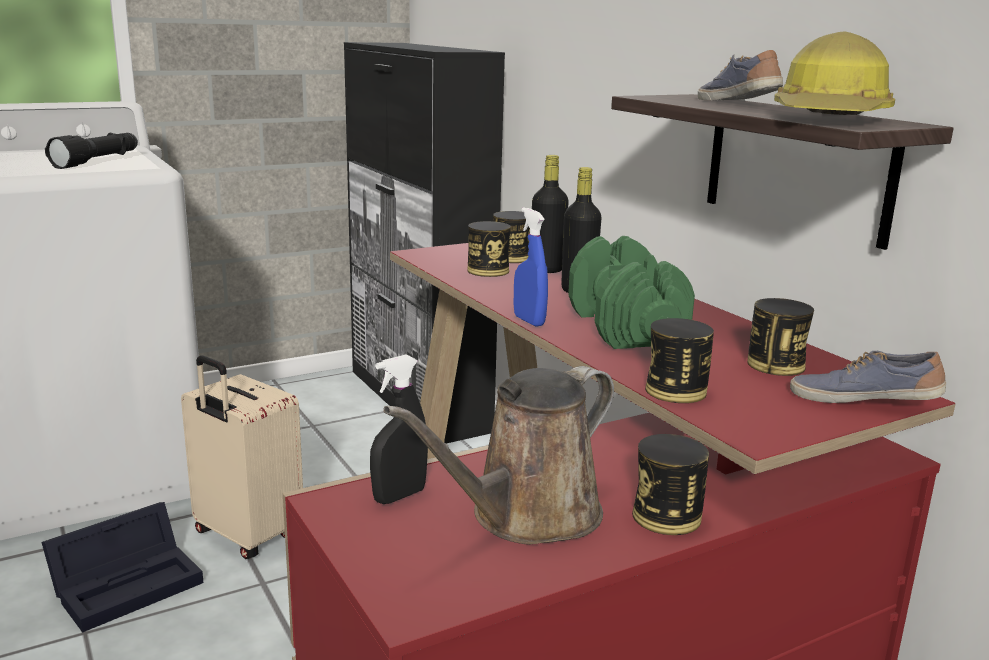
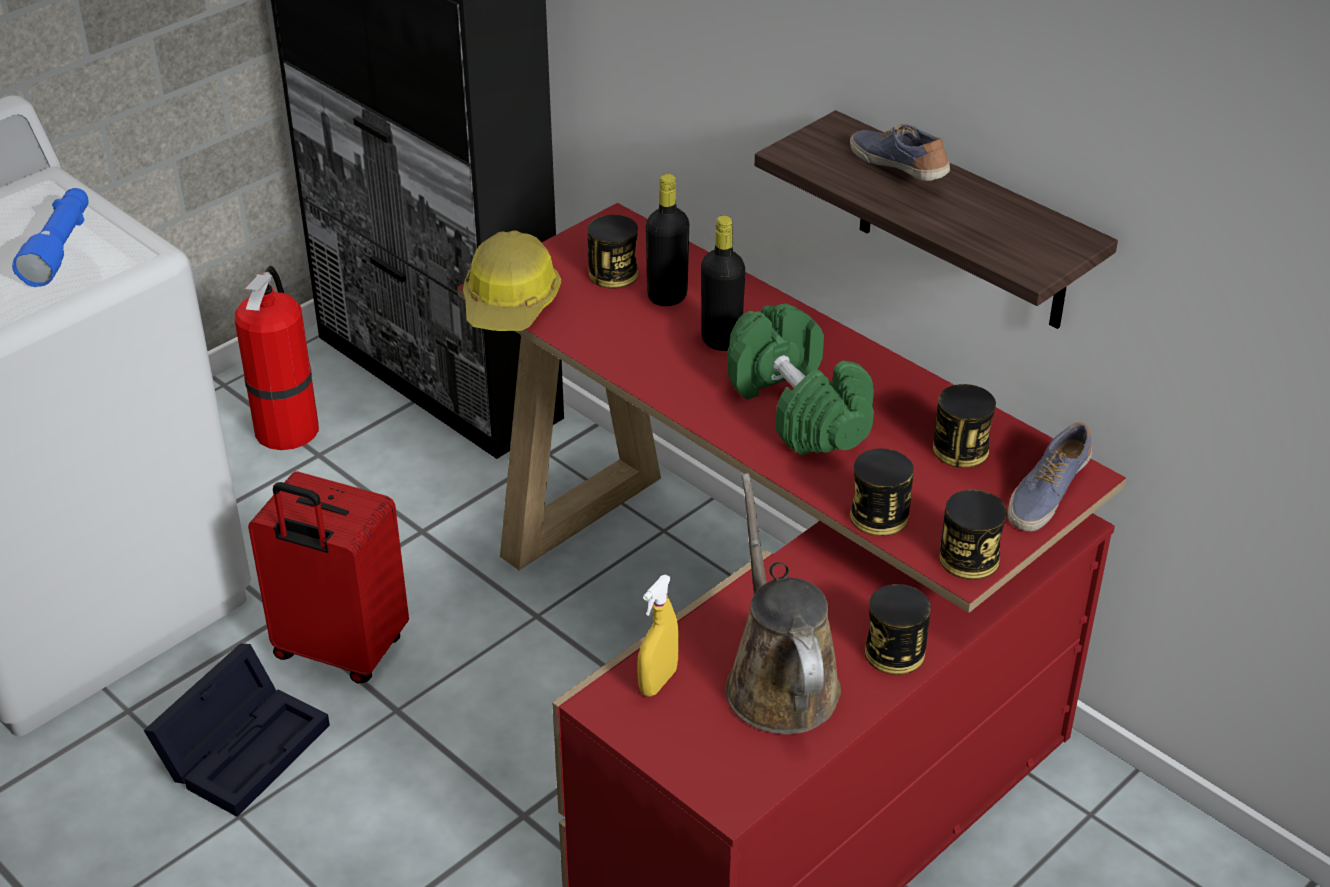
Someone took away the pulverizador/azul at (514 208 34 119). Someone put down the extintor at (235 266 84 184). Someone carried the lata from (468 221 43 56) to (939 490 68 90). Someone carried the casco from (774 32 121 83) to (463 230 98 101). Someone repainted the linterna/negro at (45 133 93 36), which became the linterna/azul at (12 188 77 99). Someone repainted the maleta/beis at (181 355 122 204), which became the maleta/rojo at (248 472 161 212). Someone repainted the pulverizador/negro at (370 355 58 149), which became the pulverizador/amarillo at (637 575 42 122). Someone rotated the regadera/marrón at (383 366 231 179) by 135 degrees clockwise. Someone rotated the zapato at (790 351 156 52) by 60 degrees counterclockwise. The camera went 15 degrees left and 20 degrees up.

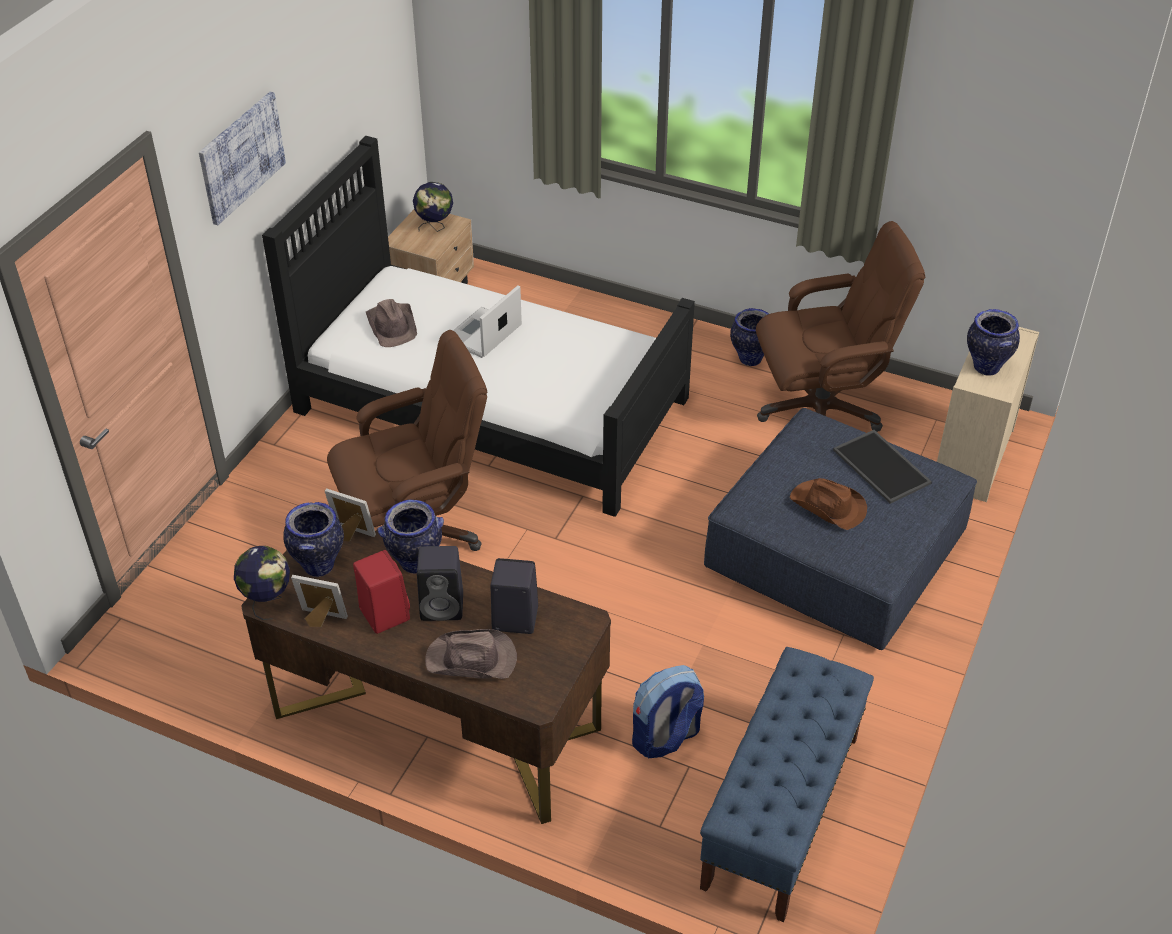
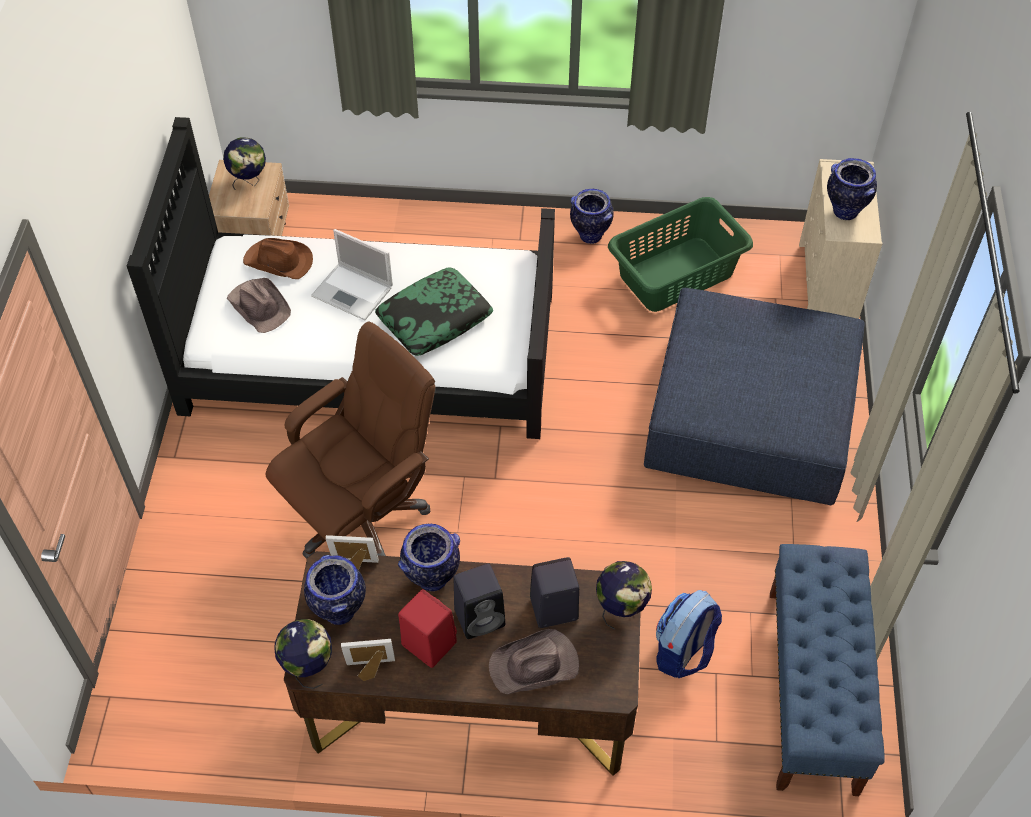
Someone took away the cuadro at (199 92 87 133). Someone took away the bandeja at (833 430 99 74). Someone put down the cojín at (375 267 118 89). Someone put down the globo terráqueo at (596 561 56 68). Someone carried the sombrero/marrón from (790 478 77 52) to (243 238 70 41). Someone swapped the silla de oficina/marrón at (756 221 169 211) for the cesto de la ropa/verde at (608 197 145 115). Someone rotated the portátil at (453 285 69 73) by 75 degrees counterclockwise. The camera went 20 degrees left and 10 degrees up.

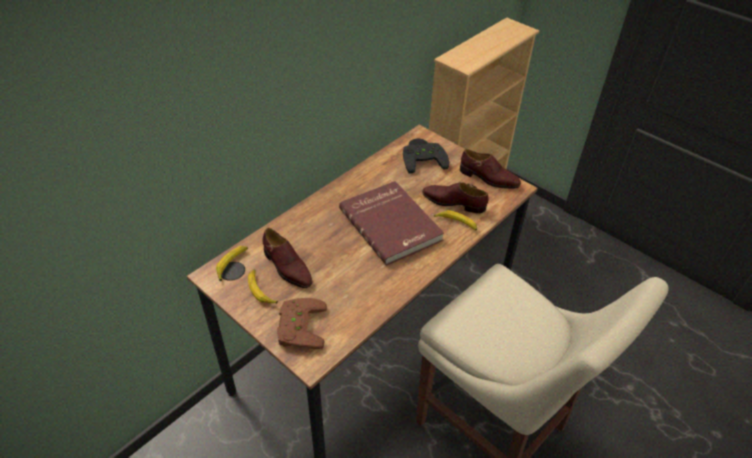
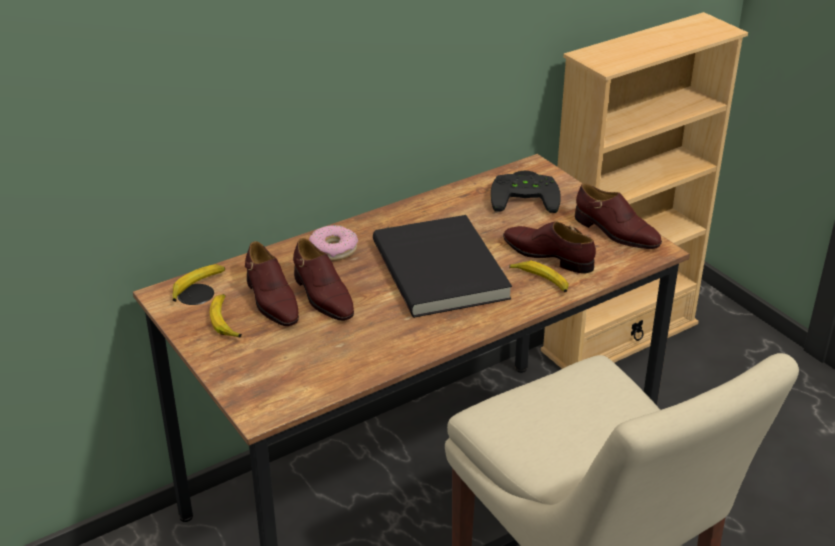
Someone took away the mando de consola/marrón at (277 298 50 51). Someone put down the zapato/marrón at (293 238 61 83). Someone put down the rosquilla at (309 225 49 36). Someone repainted the libro/rojo at (339 181 105 85), which became the libro/negro at (373 215 139 103). The camera went 15 degrees right and 10 degrees down.

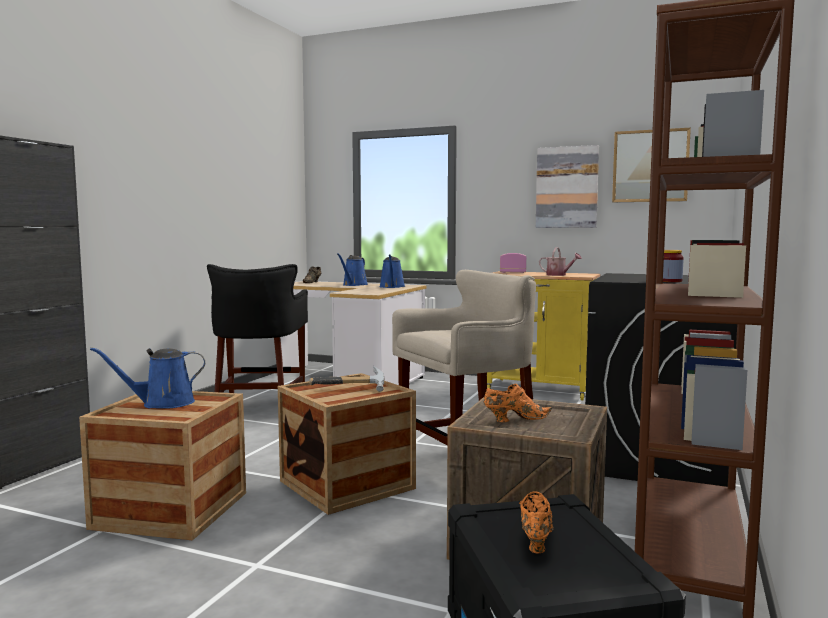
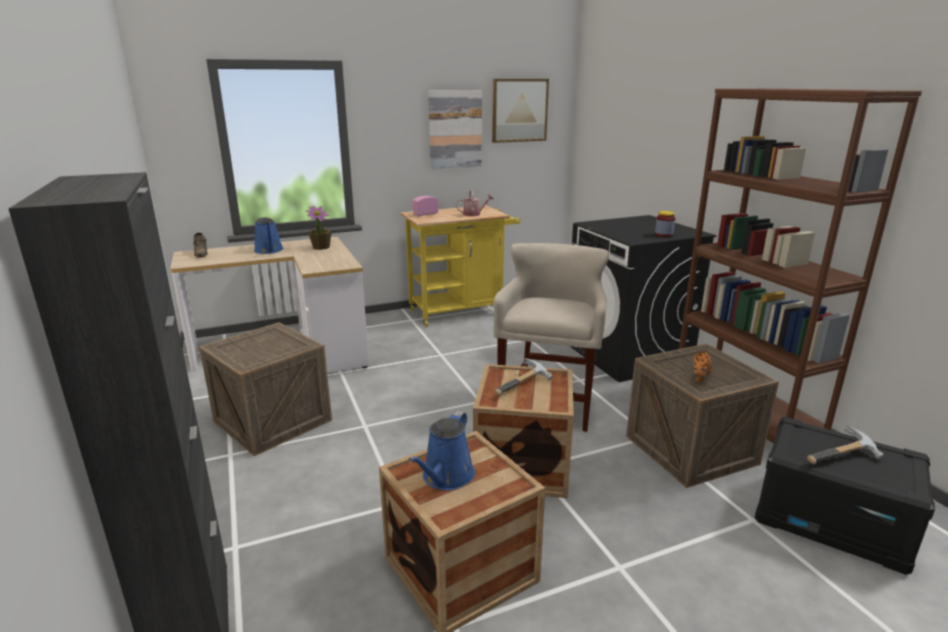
Someone swapped the taburete/negro at (207 264 101 129) for the caja de embalaje at (199 322 133 134). Someone swapped the regadera/azul at (379 254 26 34) for the planta en maceta at (306 206 25 44). Someone swapped the zapato/naranja at (519 491 35 62) for the martillo at (807 426 77 38). The camera went 45 degrees left and 15 degrees up.

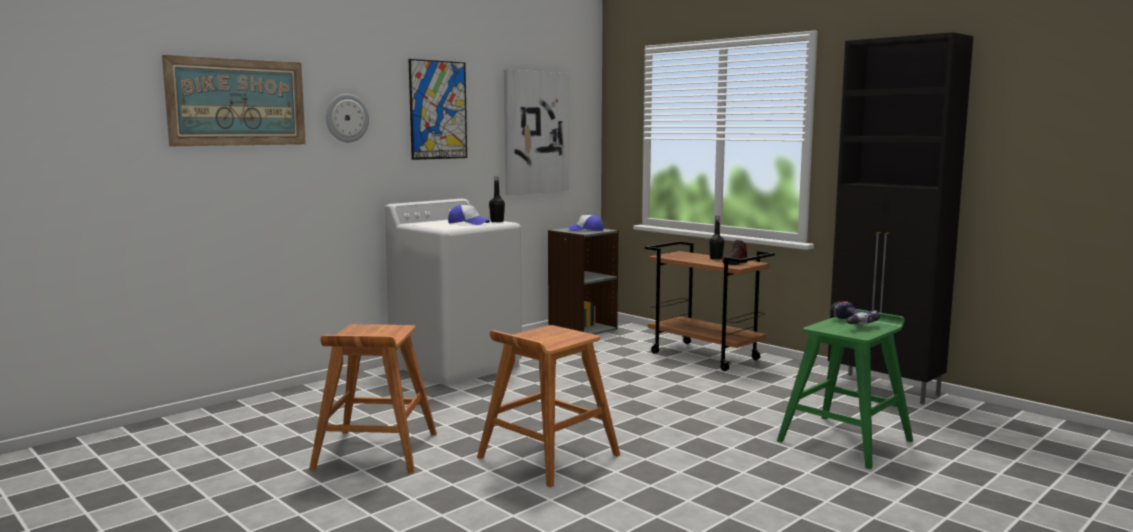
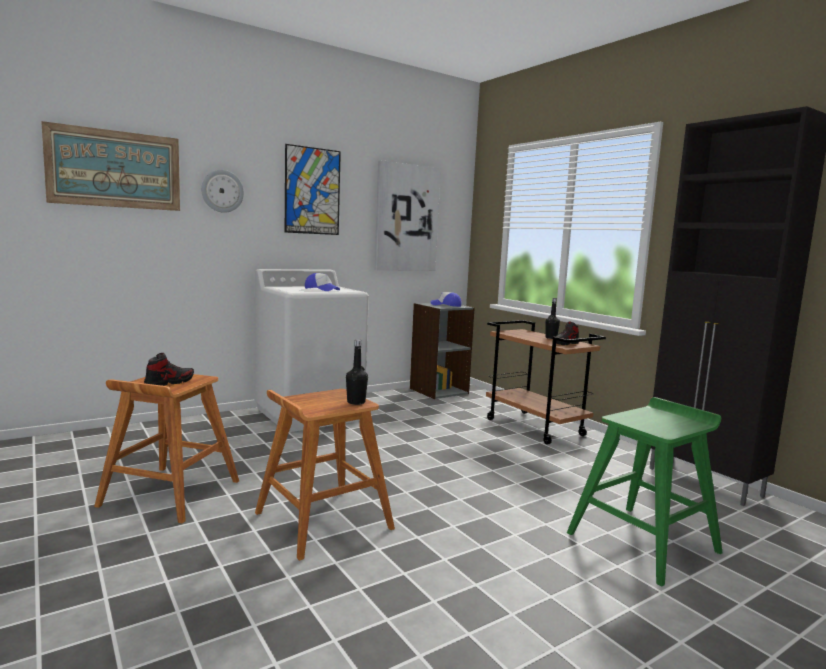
Someone took away the taladro at (830 301 50 24). Someone put down the zapato at (144 353 50 33). Someone carried the botella/negro from (489 176 16 47) to (346 339 22 66). The camera went 10 degrees right and 0 degrees up.

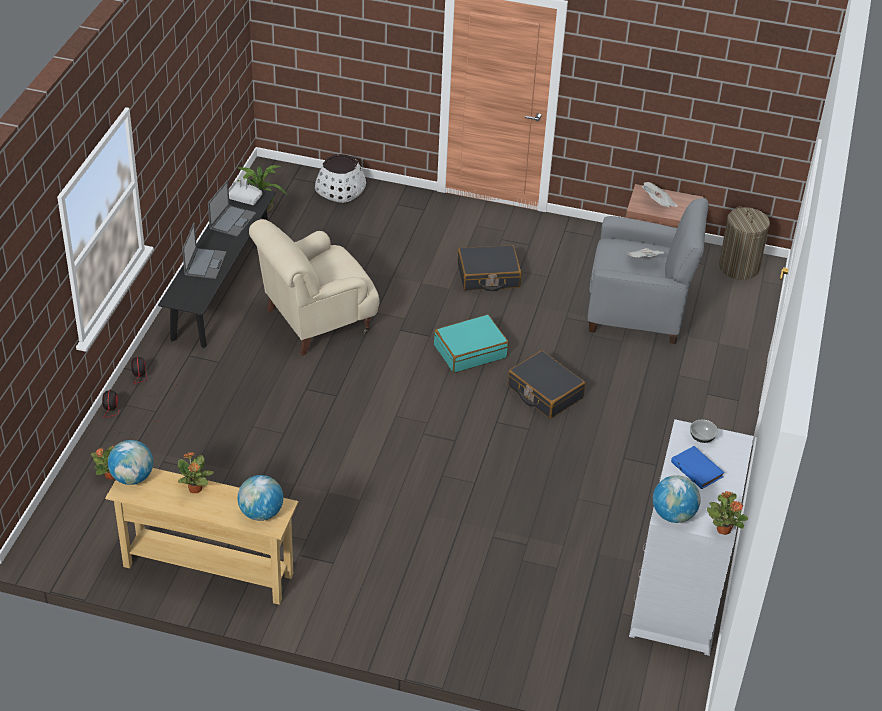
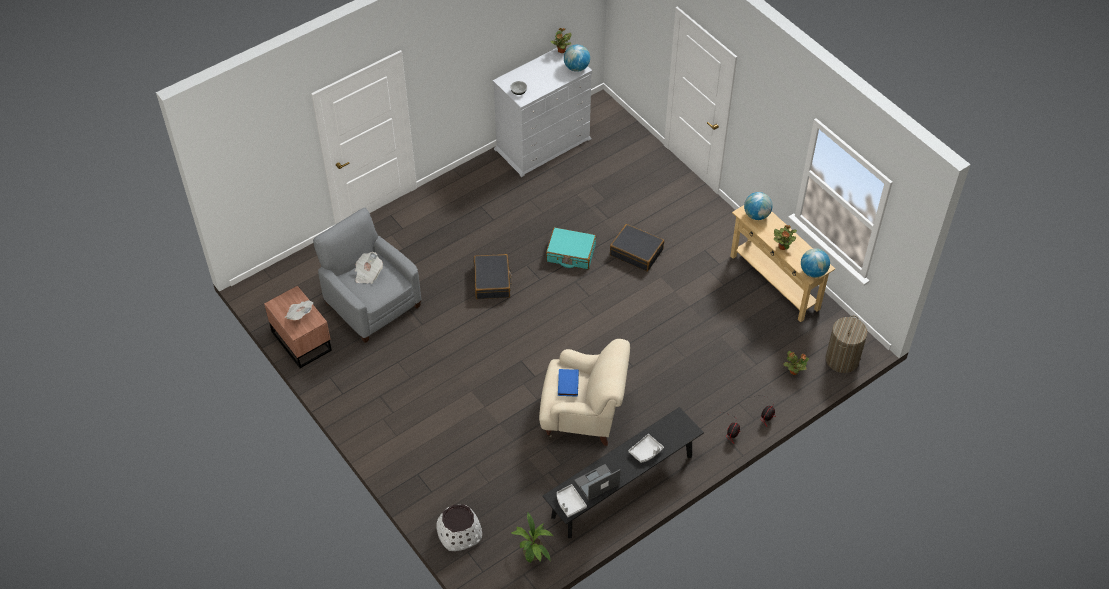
Someone carried the maleta/turquesa from (434 314 75 59) to (546 227 50 42). Someone carried the maleta/negro from (458 245 63 46) to (610 224 54 47). Someone carried the libro/azul from (671 446 54 43) to (558 369 21 28). Someone carried the cesto de la ropa from (719 207 51 73) to (826 316 42 57). Someone swapped the portátil at (182 223 44 56) for the bandeja/gris at (629 434 35 29). The camera went 140 degrees left and 10 degrees up.

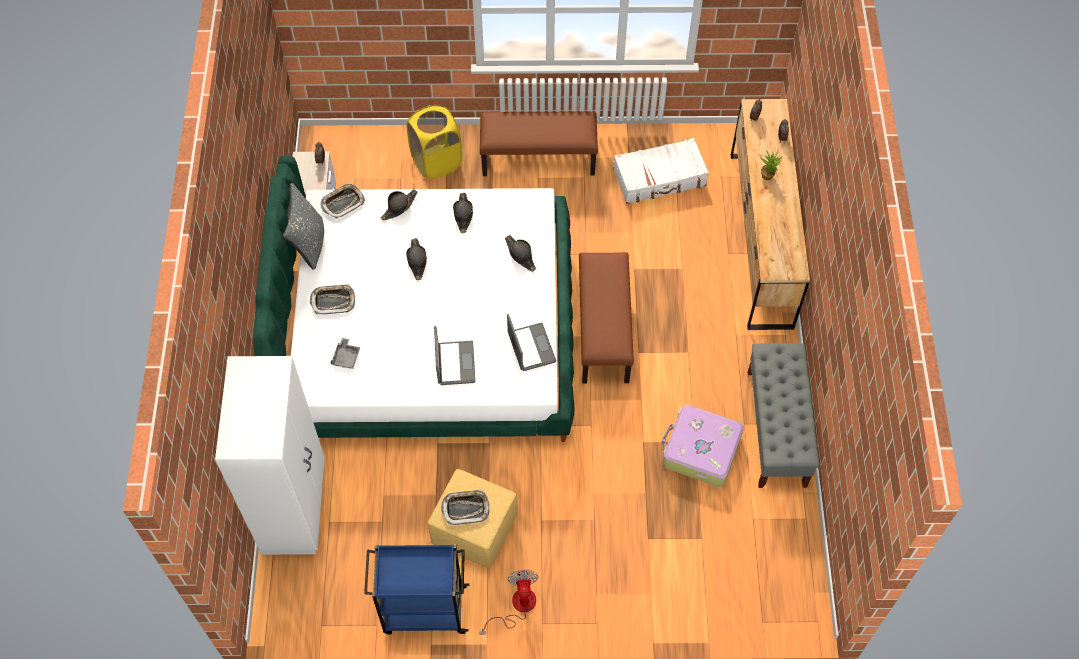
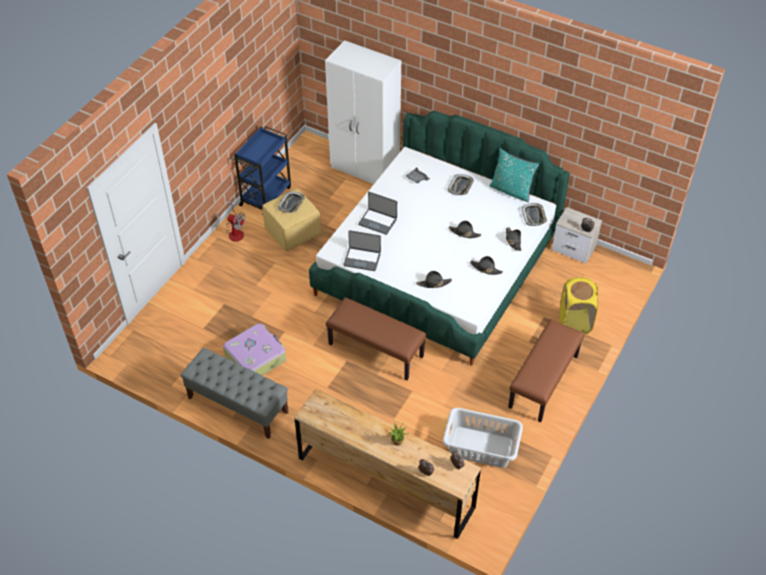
Someone swapped the maleta/blanco at (613 138 96 66) for the cesto de la ropa/gris at (443 408 80 60). Someone repainted the cojín/gris at (283 183 41 87), which became the cojín/turquesa at (490 148 49 54). The camera went 120 degrees right and 10 degrees down.

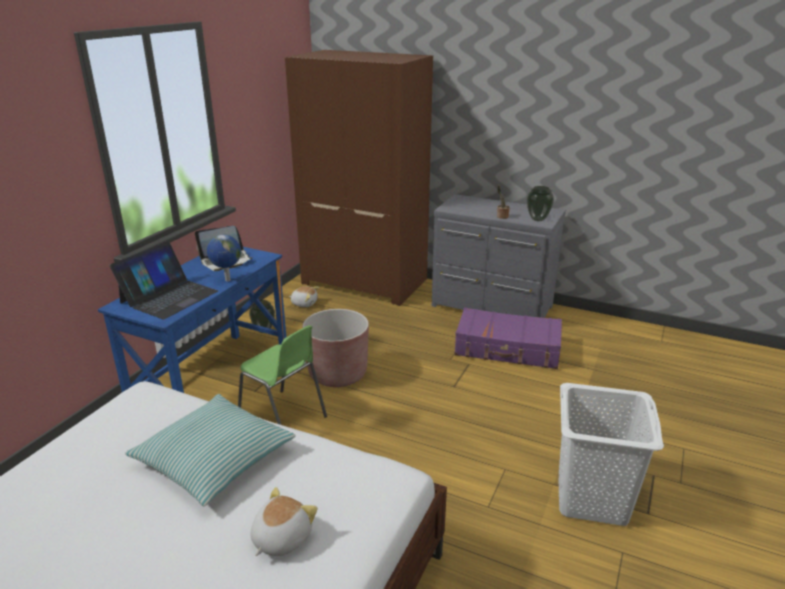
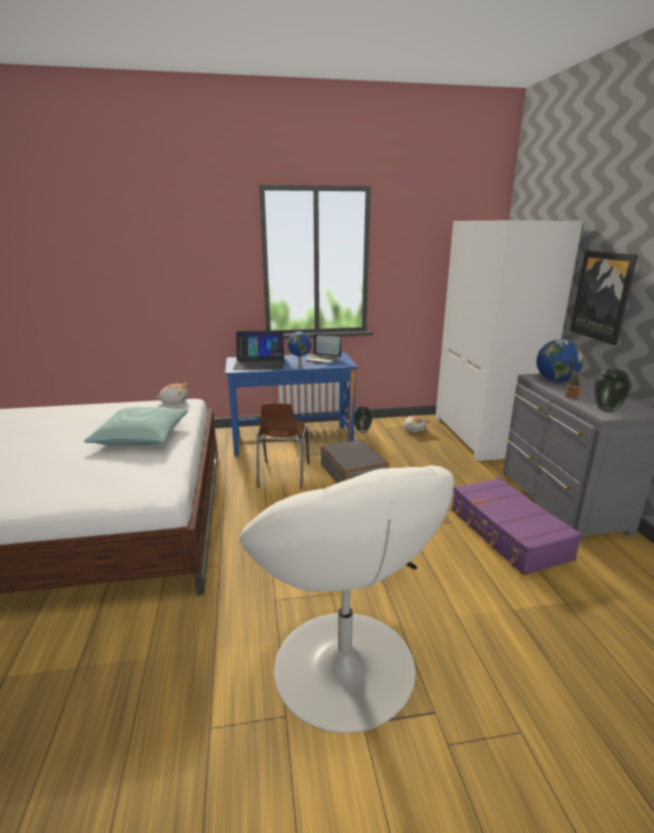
Someone put down the globo terráqueo at (536 339 47 43). Someone put up the cuadro at (570 251 68 95). Someone carried the peluche from (251 487 67 69) to (156 383 32 21). Someone swapped the maceta/marrón at (303 309 66 78) for the maleta/gris at (321 440 68 43). Someone swapped the cesto de la ropa/blanco at (559 383 105 143) for the sillón/blanco at (240 466 214 267). Someone repainted the silla/verde at (238 325 89 100), which became the silla/marrón at (257 403 52 86). Someone repainted the armario ropero/marrón at (285 50 148 256), which became the armario ropero/blanco at (435 220 148 242). The camera went 55 degrees right and 5 degrees down.

